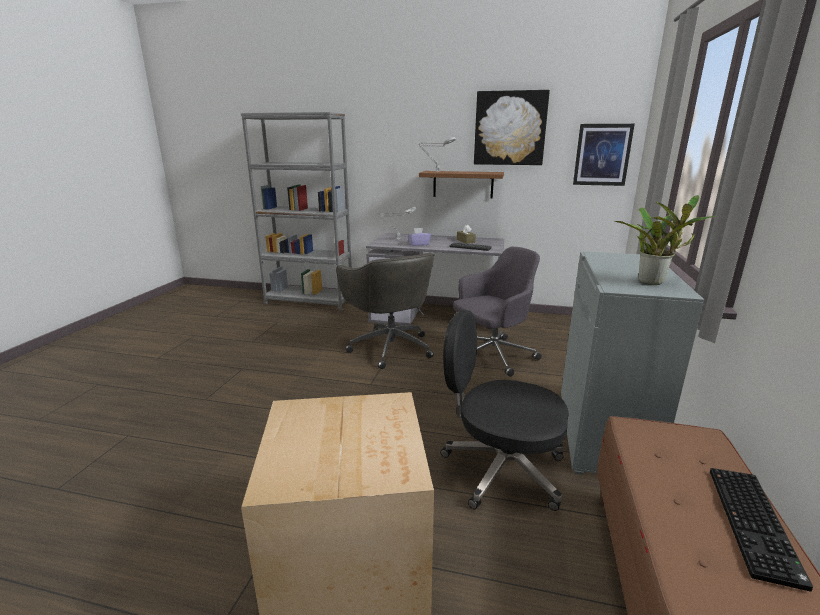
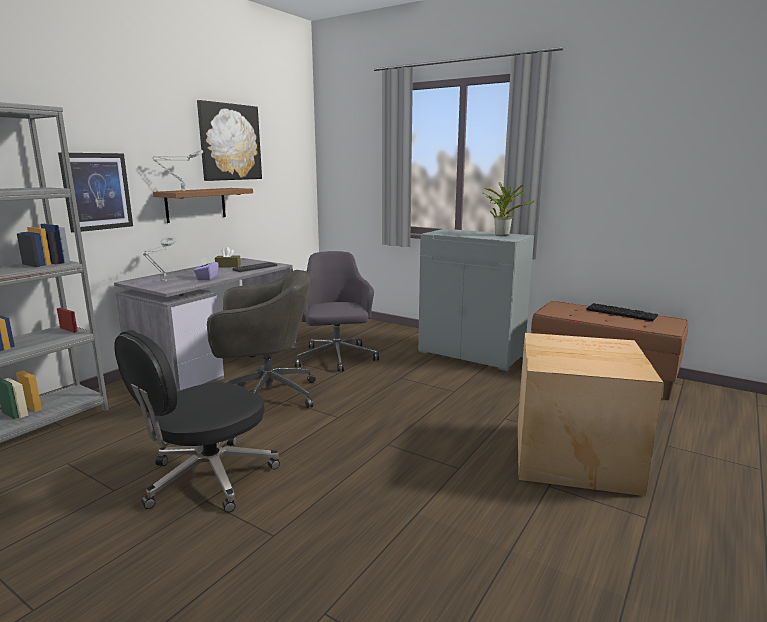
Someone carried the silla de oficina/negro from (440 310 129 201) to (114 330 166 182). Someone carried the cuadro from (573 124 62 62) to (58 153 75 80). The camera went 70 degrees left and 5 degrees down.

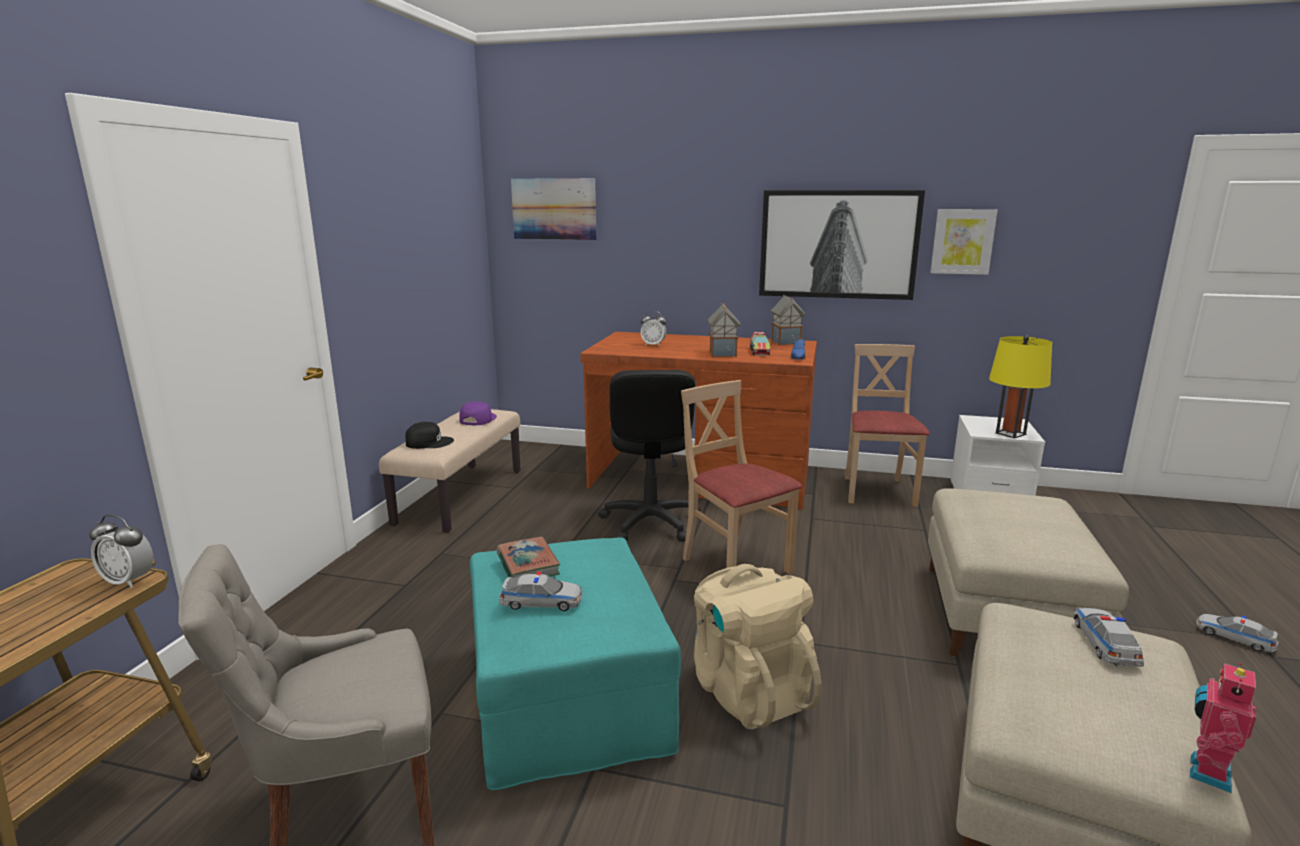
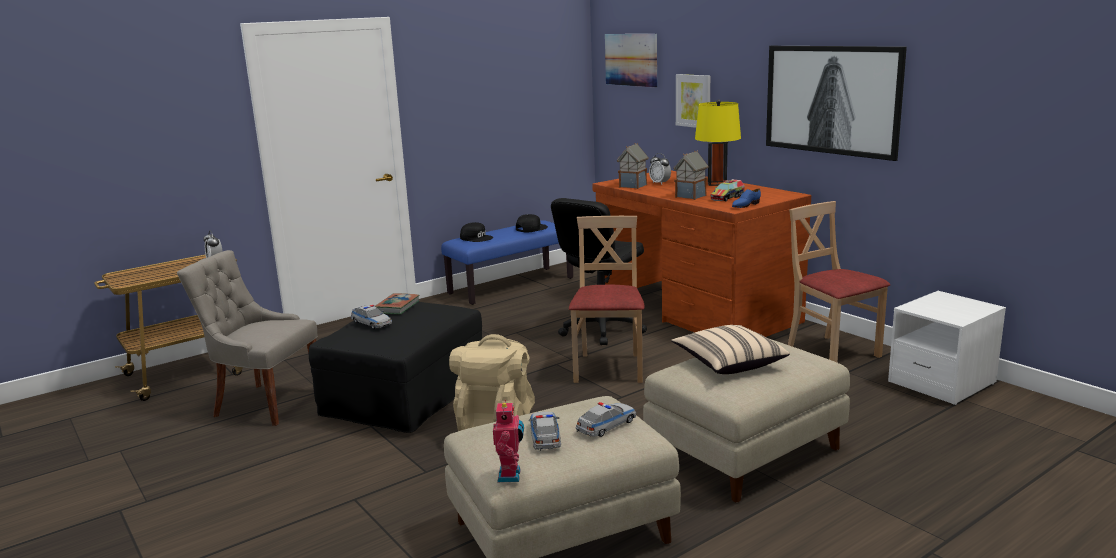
Someone put down the cojín/beis at (671 325 119 49). Someone carried the casita from (771 295 34 50) to (617 143 32 46). Someone carried the cuadro from (930 209 67 66) to (676 74 34 54). Someone carried the lámpara de mesa/amarillo from (989 335 63 104) to (695 100 46 86). Someone carried the coche de juguete from (1196 614 83 38) to (529 412 32 39). Someone repainted the banco/beis at (379 409 141 124), which became the banco/azul at (441 220 132 85). Someone repainted the gorra/morado at (459 401 38 24), which became the gorra/negro at (516 214 32 19). Someone repainted the puf/turquesa at (470 537 211 253), which became the puf/negro at (309 302 173 131). Someone rotated the silla/beis at (845 344 85 163) by 75 degrees counterclockwise. Someone rotated the robot de juguete at (1190 662 67 131) by 105 degrees clockwise. The camera went 40 degrees right and 0 degrees up.

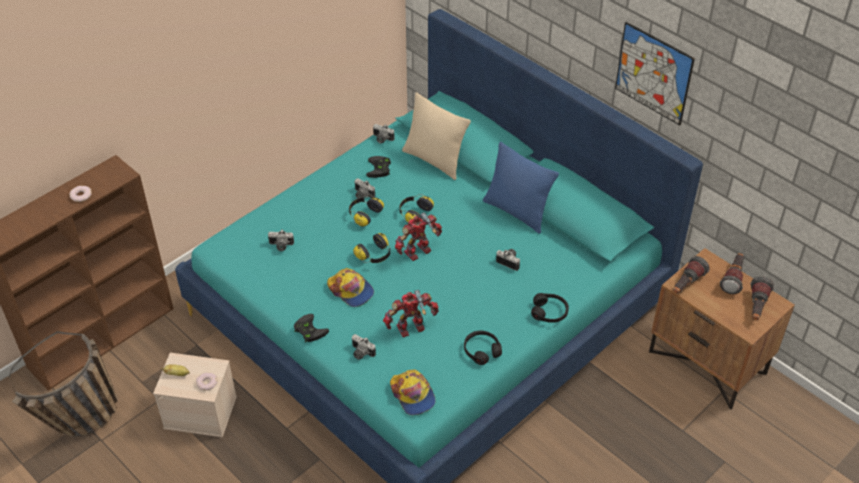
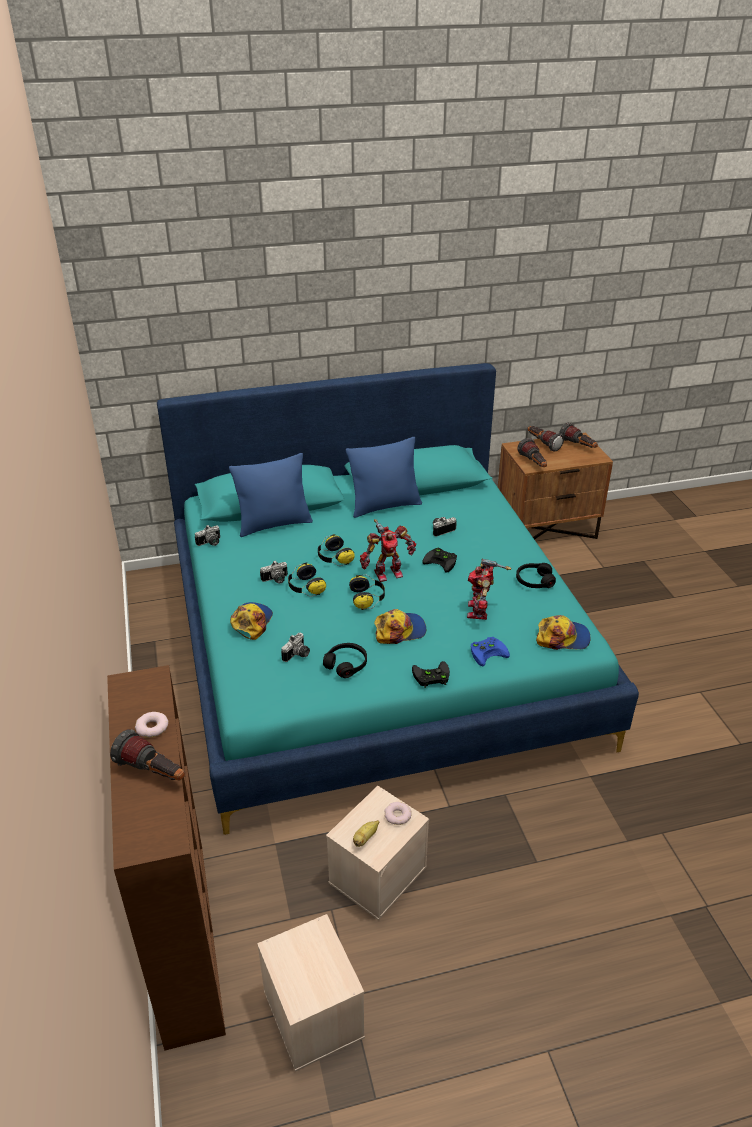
Someone took away the cuadro at (615 22 80 104). Someone put down the linterna at (110 729 75 52). Someone put down the gorra at (230 602 43 38). Someone carried the mando de consola/negro from (366 156 25 22) to (422 547 35 26). Someone carried the auriculares/negro from (531 293 38 30) to (323 643 44 35). Someone swapped the cesta at (9 331 109 105) for the caja de almacenaje/beis at (257 914 108 158). Someone swapped the cámara at (351 334 25 26) for the mando de consola/azul at (471 637 39 29). Someone repainted the cojín/beis at (402 92 69 88), which became the cojín/azul at (229 453 84 84). Someone rotated the robot de juguete at (395 212 47 49) by 105 degrees counterclockwise. The camera went 60 degrees left and 10 degrees down.

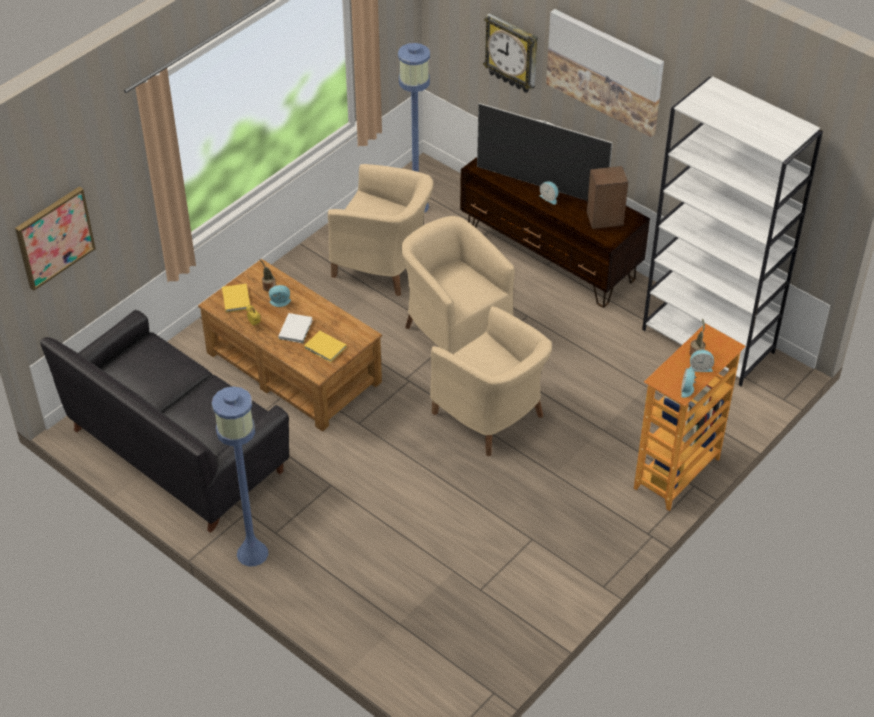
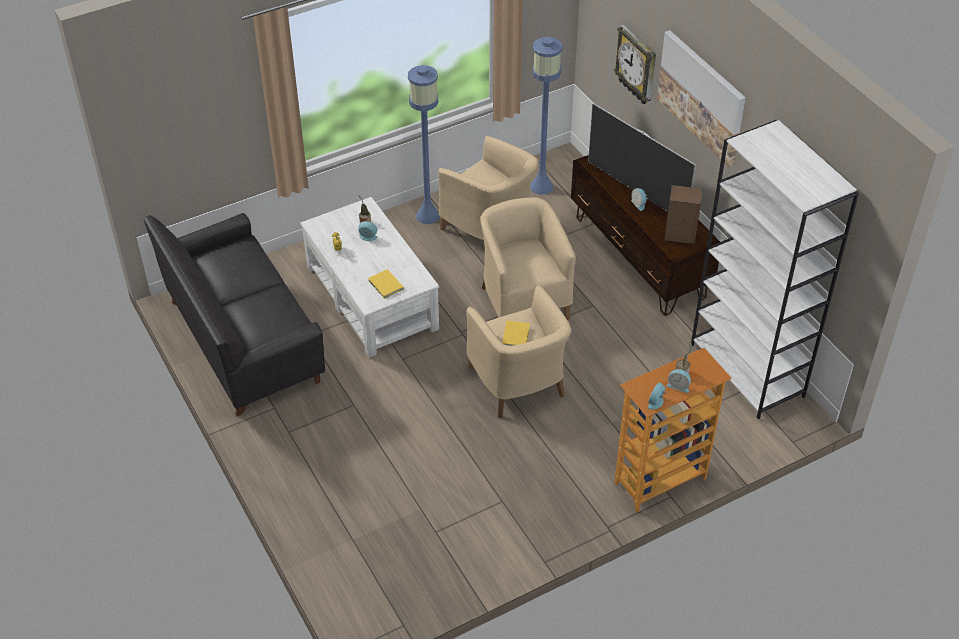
Someone took away the cuadro at (15 186 81 105). Someone took away the libro/blanco at (278 313 35 30). Someone carried the lámpara de pie/azul from (212 386 56 180) to (408 65 32 159). Someone carried the libro/amarillo from (222 284 28 28) to (502 321 28 25). Someone repainted the mesa de centro/marrón at (198 259 184 173), which became the mesa de centro/blanco at (300 197 140 161). The camera went 20 degrees right and 0 degrees up.

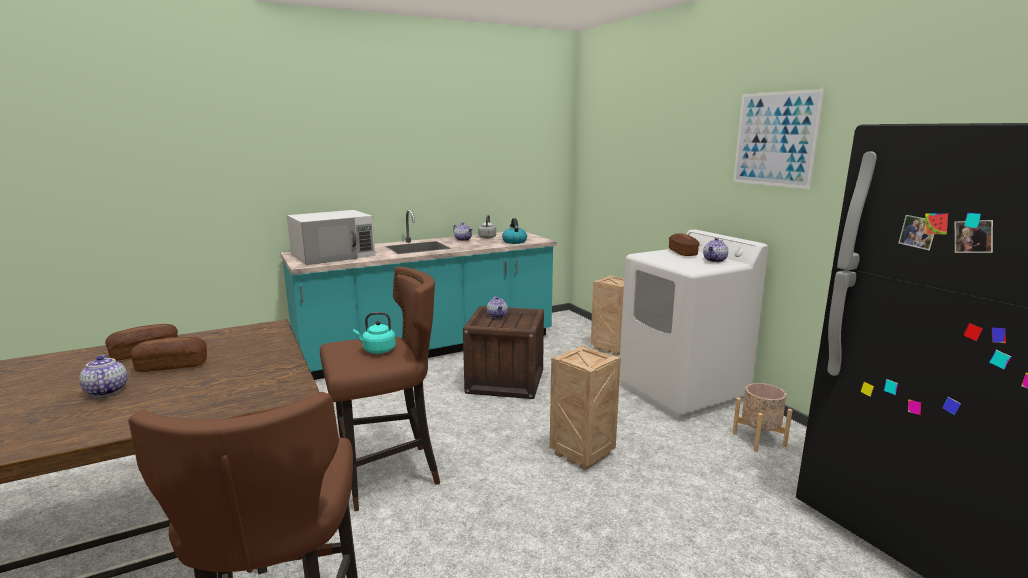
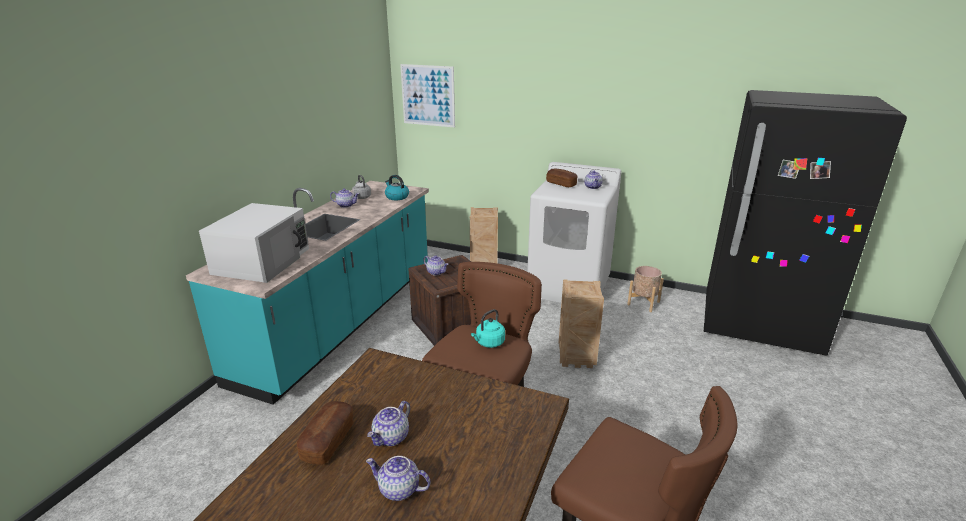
Someone carried the cuadro from (733 89 92 100) to (400 64 55 64). Someone swapped the pan at (131 337 76 35) for the tetera at (367 401 43 45). The camera went 40 degrees left and 10 degrees up.

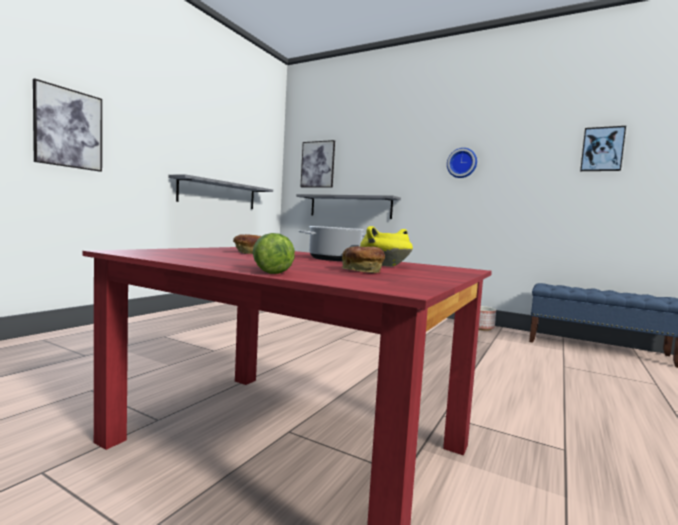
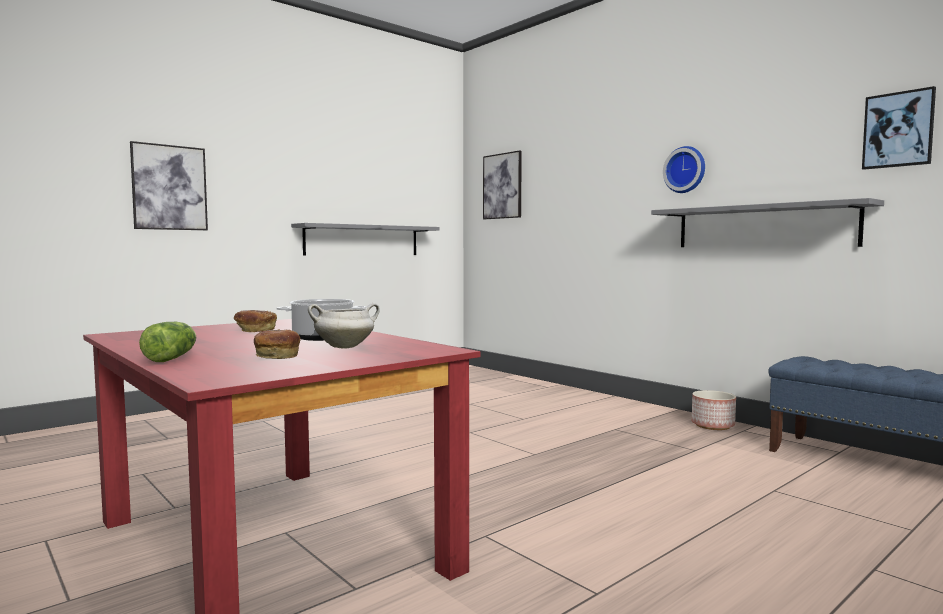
Someone carried the estante/gris from (296 194 105 25) to (651 198 233 49). Someone repainted the olla/amarillo at (360 226 53 41), which became the olla/blanco at (308 303 72 46). The camera went 20 degrees right and 0 degrees up.

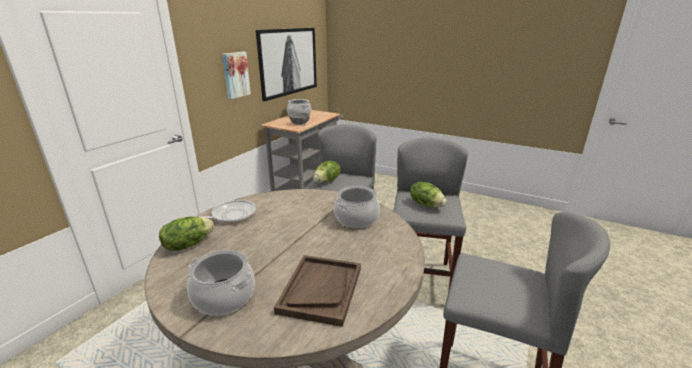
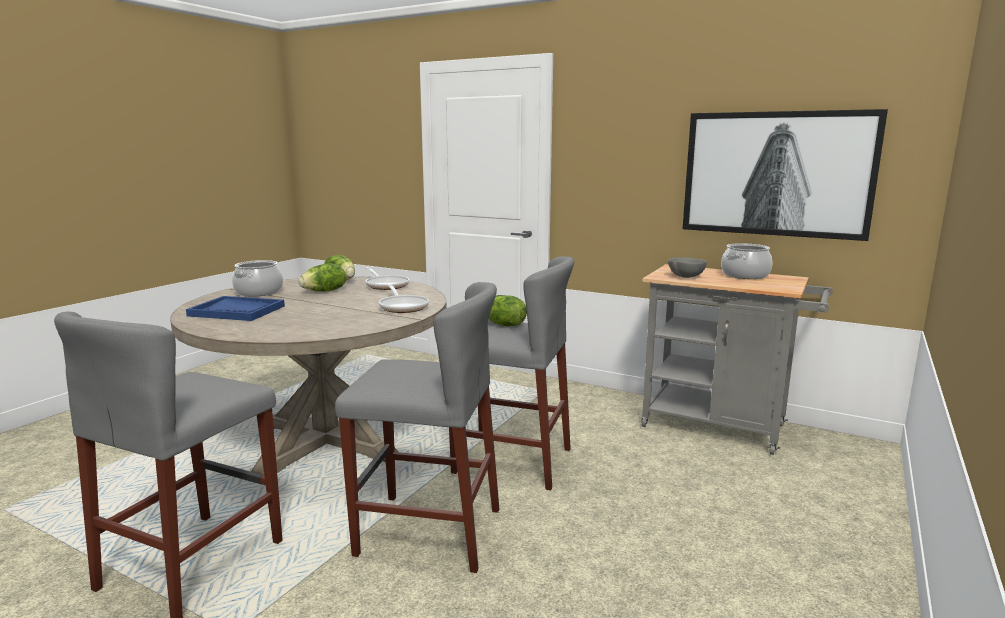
Someone took away the cuadro at (222 52 29 47). Someone took away the olla at (334 186 46 42). Someone put down the sartén at (379 284 50 29). Someone carried the lechuga from (410 182 37 25) to (298 264 48 28). Someone repainted the bandeja/marrón at (274 255 87 72), which became the bandeja/azul at (186 296 99 25). The camera went 90 degrees right and 10 degrees down.

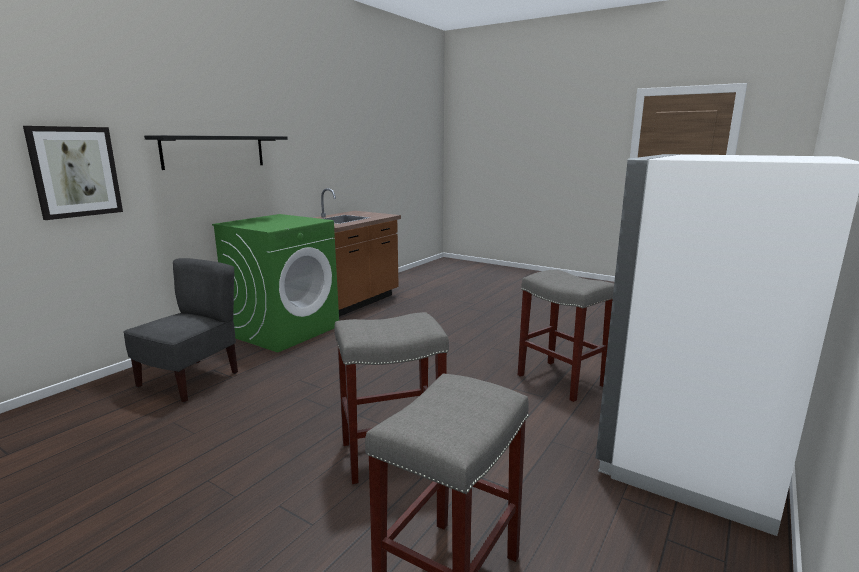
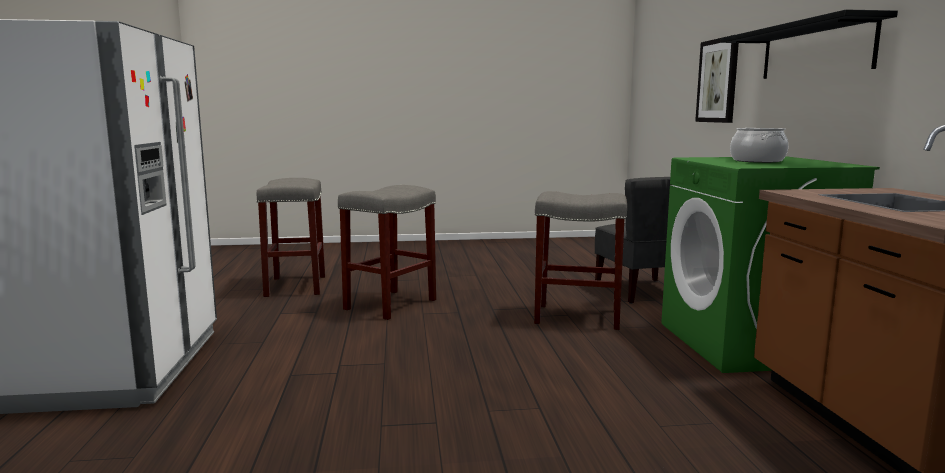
Someone put down the olla at (730 128 58 35). Someone carried the taburete/gris from (518 270 96 132) to (534 191 93 139). The camera went 140 degrees right and 5 degrees down.

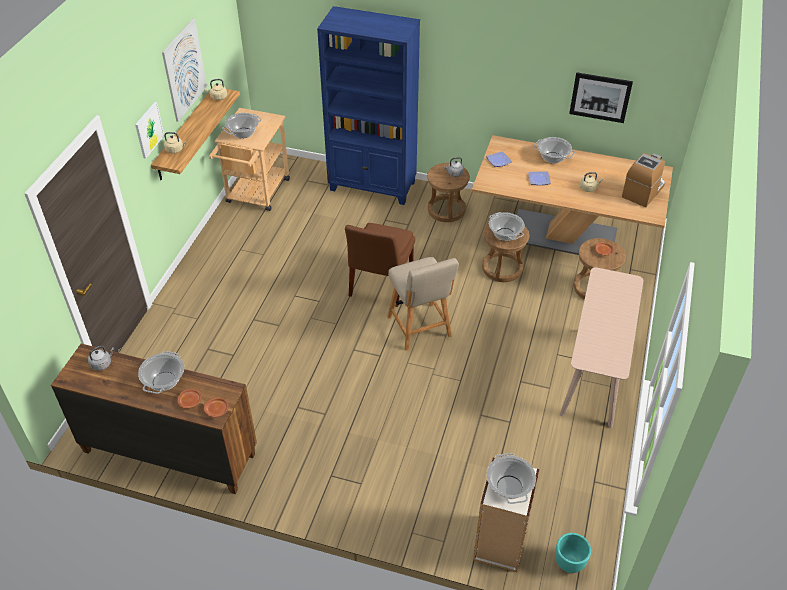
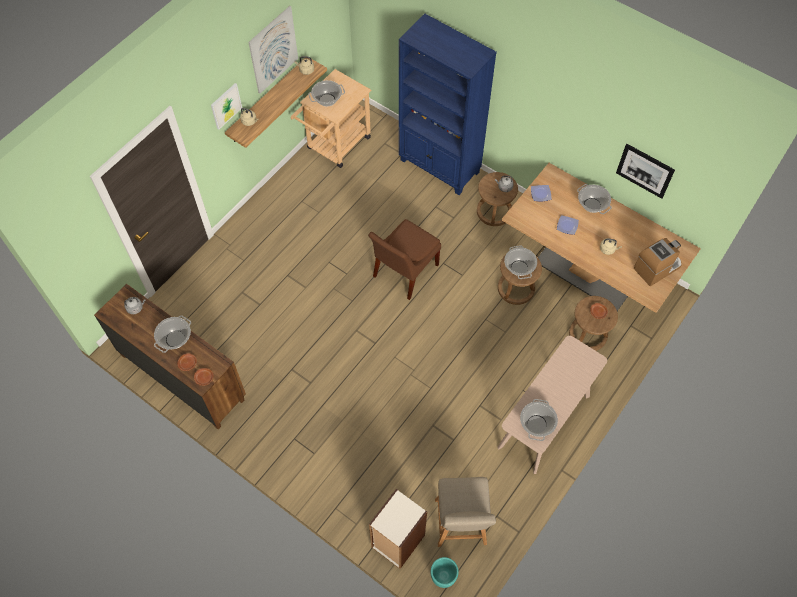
Someone carried the silla/beis from (387 257 72 94) to (435 477 61 70). Someone carried the olla from (487 453 49 51) to (520 399 38 42). The camera went 20 degrees right and 15 degrees up.

